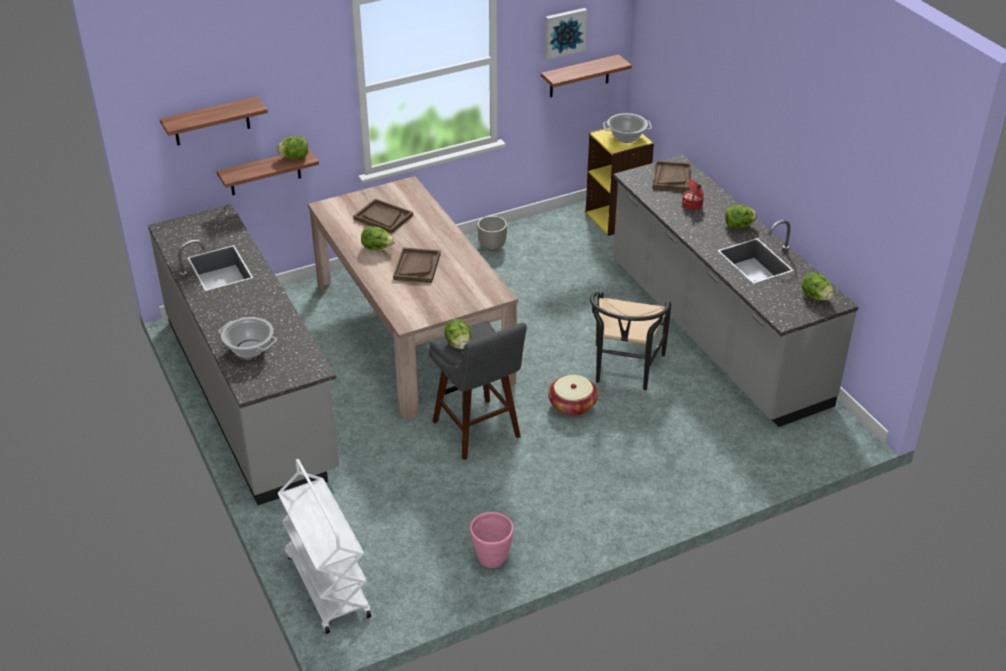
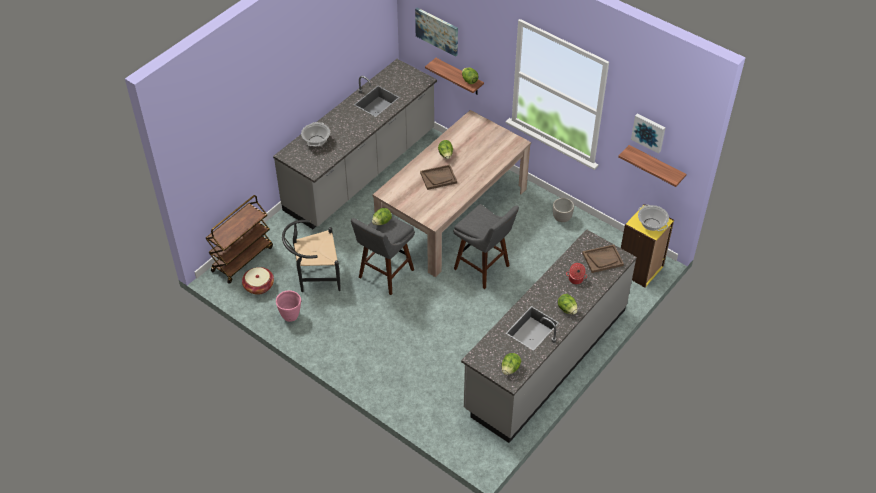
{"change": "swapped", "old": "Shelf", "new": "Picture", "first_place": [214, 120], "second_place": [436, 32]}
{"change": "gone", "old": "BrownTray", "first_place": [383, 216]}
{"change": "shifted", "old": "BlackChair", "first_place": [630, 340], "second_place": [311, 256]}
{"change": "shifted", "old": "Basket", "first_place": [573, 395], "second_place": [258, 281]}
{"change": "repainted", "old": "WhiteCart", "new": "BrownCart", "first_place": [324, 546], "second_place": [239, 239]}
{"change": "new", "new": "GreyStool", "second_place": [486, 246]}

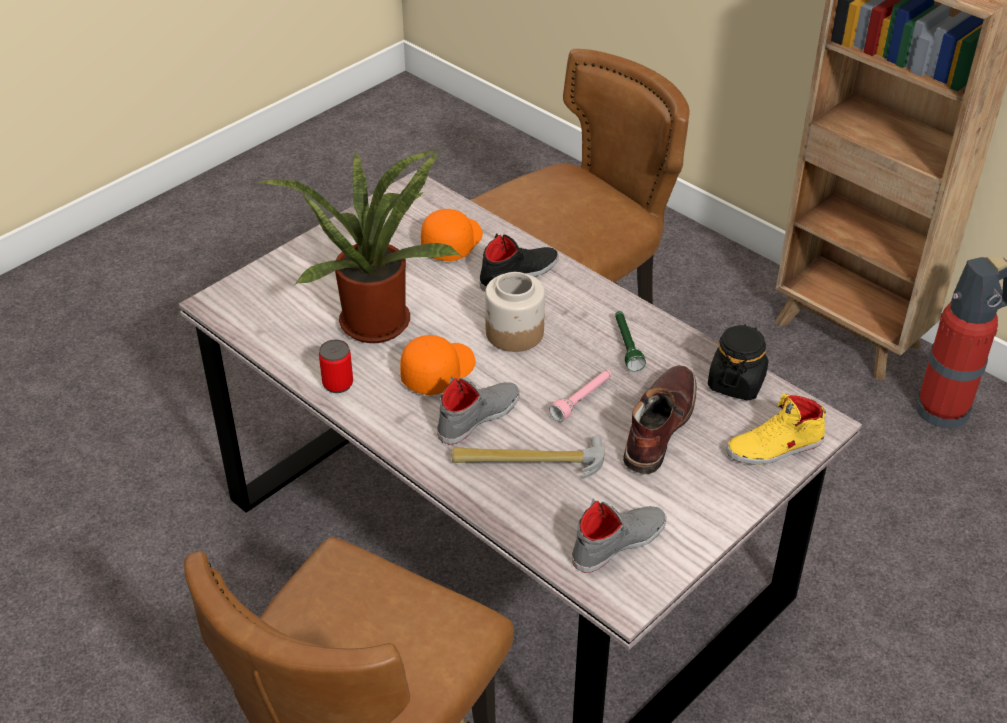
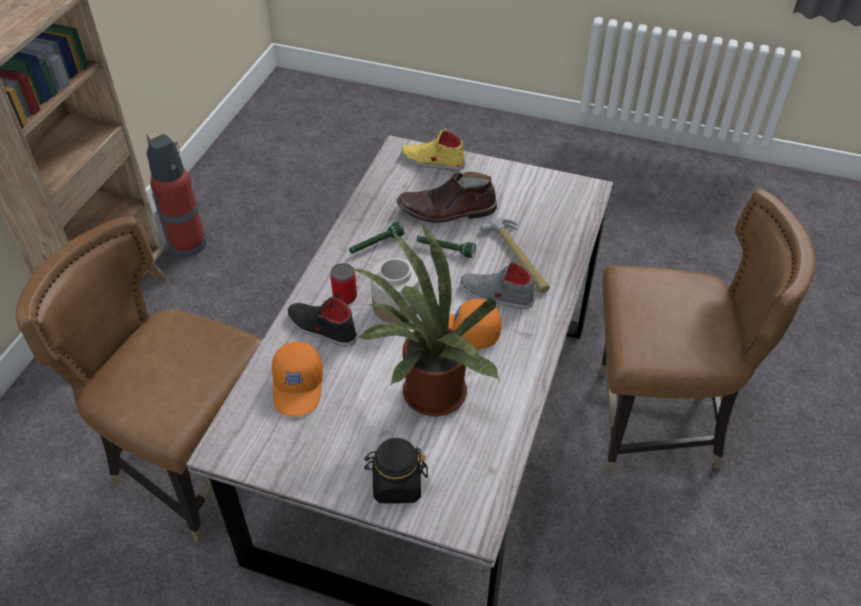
{"change": "rotated", "old": "OrangeCap", "first_place": [452, 235], "second_place": [297, 379], "degrees": -90}
{"change": "shifted", "old": "BlackJar", "first_place": [738, 362], "second_place": [396, 471]}
{"change": "shifted", "old": "Can", "first_place": [336, 366], "second_place": [343, 283]}
{"change": "repainted", "old": "PinkFlashlight", "new": "GreenFlashlight", "first_place": [580, 396], "second_place": [446, 247]}
{"change": "rotated", "old": "YellowShoe", "first_place": [776, 429], "second_place": [433, 149], "degrees": 150}
{"change": "gone", "old": "GreyShoe", "first_place": [619, 535]}

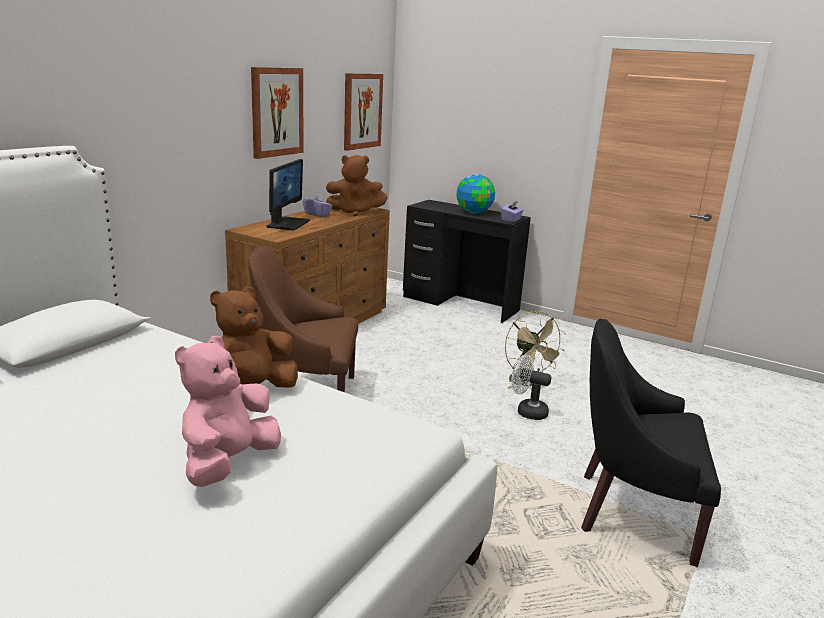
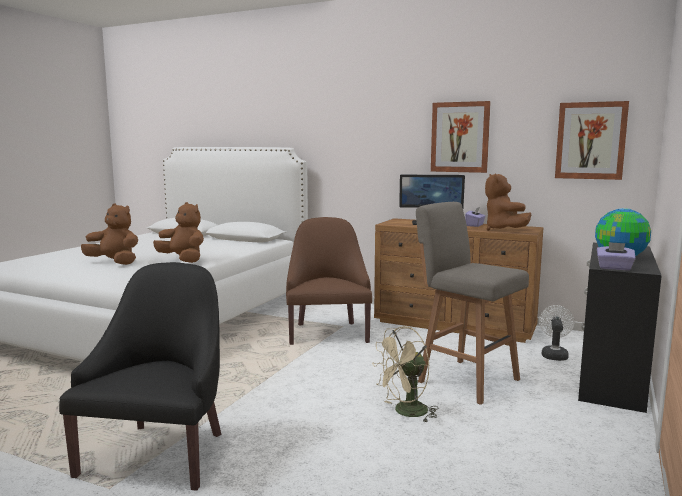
{"change": "repainted", "old": "PinkPlushToy", "new": "BrownPlushToy", "first_place": [228, 411], "second_place": [109, 234]}
{"change": "shifted", "old": "WhiteFan", "first_place": [531, 387], "second_place": [556, 333]}
{"change": "new", "new": "GreyStool", "second_place": [472, 303]}

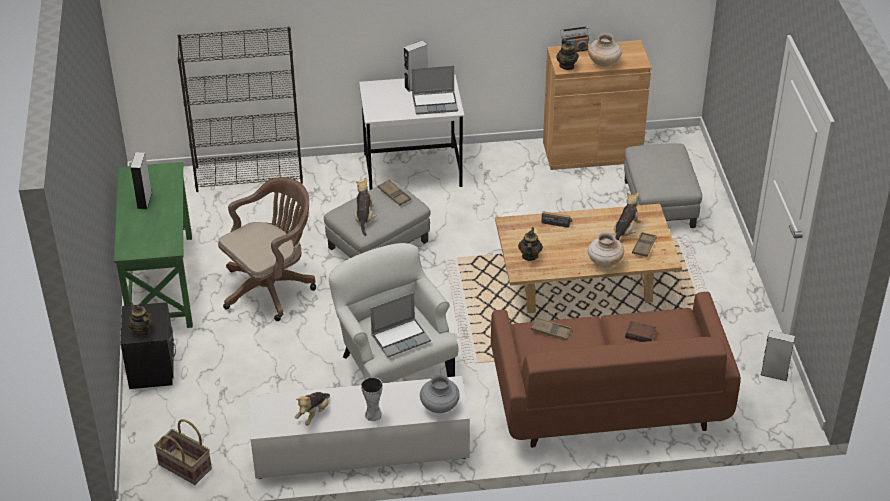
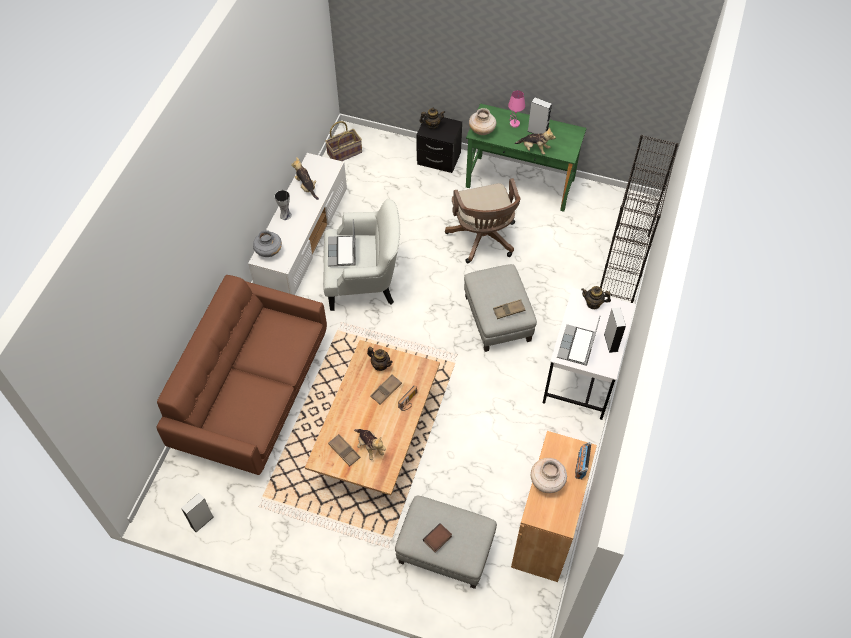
{"change": "shifted", "old": "Teapot", "first_place": [567, 54], "second_place": [596, 297]}
{"change": "shifted", "old": "PlushToy", "first_place": [366, 207], "second_place": [535, 141]}
{"change": "shifted", "old": "BeigeVase", "first_place": [606, 249], "second_place": [482, 121]}
{"change": "shifted", "old": "BrownTray", "first_place": [551, 328], "second_place": [386, 389]}
{"change": "shifted", "old": "Book", "first_place": [640, 331], "second_place": [437, 538]}
{"change": "new", "new": "PinkTableLamp", "second_place": [516, 109]}

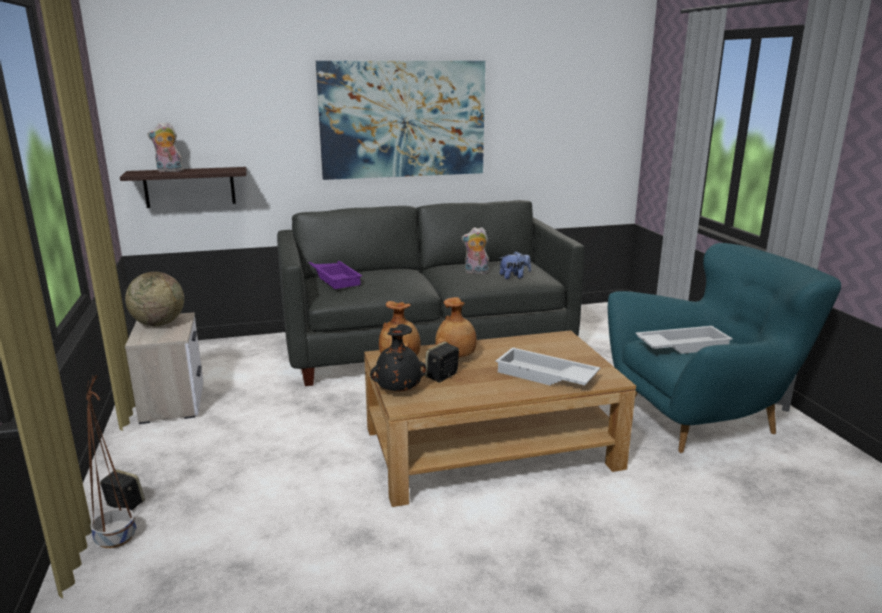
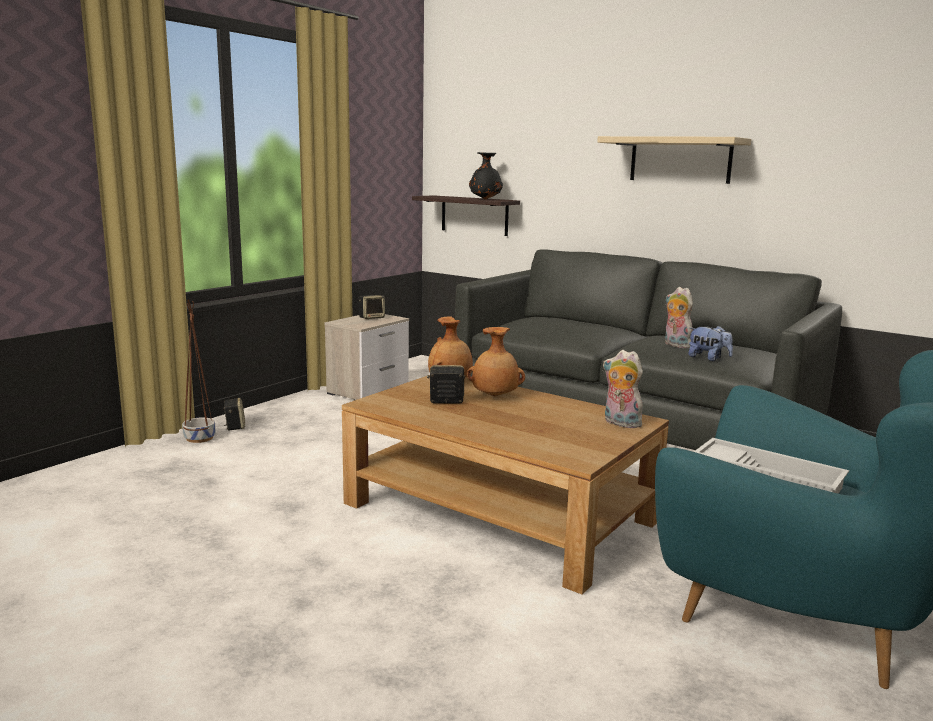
{"change": "swapped", "old": "Picture", "new": "BeigeShelf", "first_place": [400, 120], "second_place": [674, 160]}
{"change": "shifted", "old": "PlushToy", "first_place": [165, 147], "second_place": [623, 389]}
{"change": "gone", "old": "PurpleTray", "first_place": [335, 275]}
{"change": "swapped", "old": "Globe", "new": "Speaker", "first_place": [154, 299], "second_place": [372, 307]}
{"change": "shifted", "old": "BlackVase", "first_place": [398, 357], "second_place": [486, 175]}
{"change": "gone", "old": "WhiteTray", "first_place": [547, 366]}

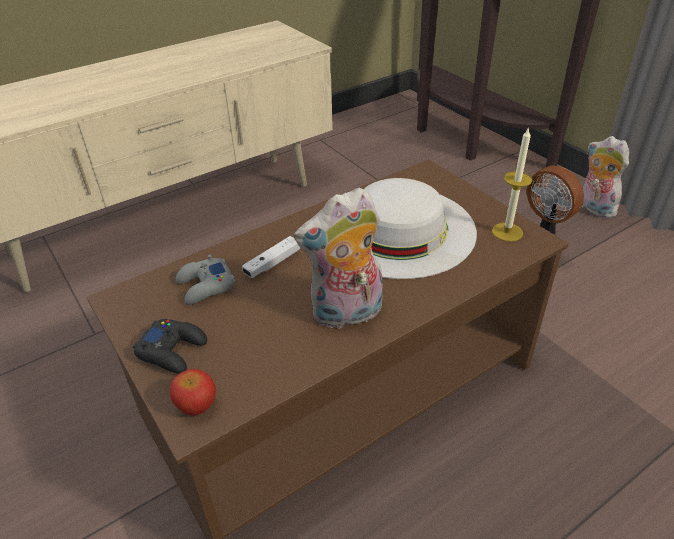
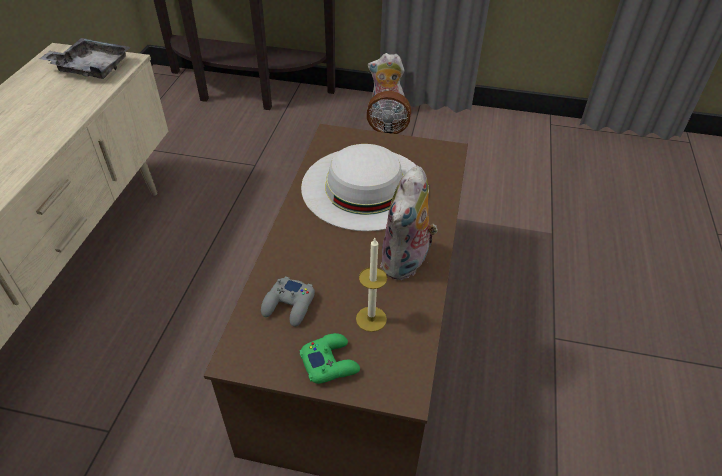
{"change": "shifted", "old": "Candle", "first_place": [512, 184], "second_place": [371, 285]}
{"change": "gone", "old": "WhiteGameController", "first_place": [271, 257]}
{"change": "repainted", "old": "BlackGameController", "new": "GreenGameController", "first_place": [170, 346], "second_place": [330, 358]}
{"change": "gone", "old": "Apple", "first_place": [193, 392]}
{"change": "new", "new": "GreyTray", "second_place": [84, 58]}

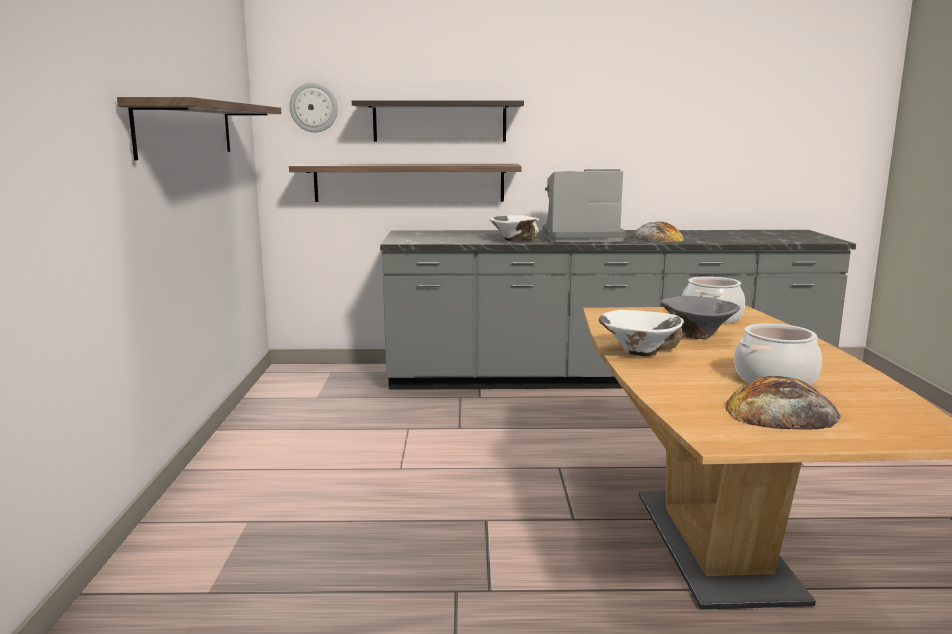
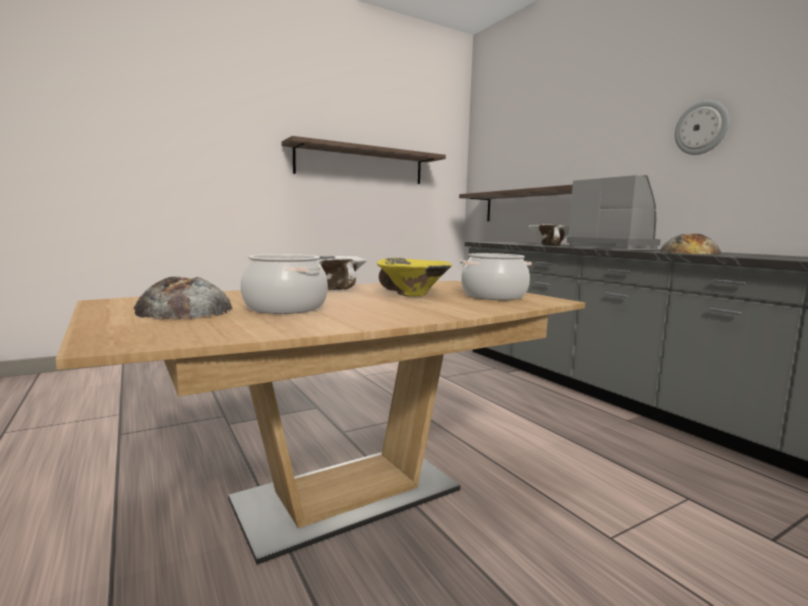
{"change": "shifted", "old": "WallClock", "first_place": [313, 107], "second_place": [702, 127]}
{"change": "gone", "old": "Shelf", "first_place": [438, 121]}
{"change": "repainted", "old": "GreyBowl", "new": "YellowBowl", "first_place": [700, 317], "second_place": [414, 277]}

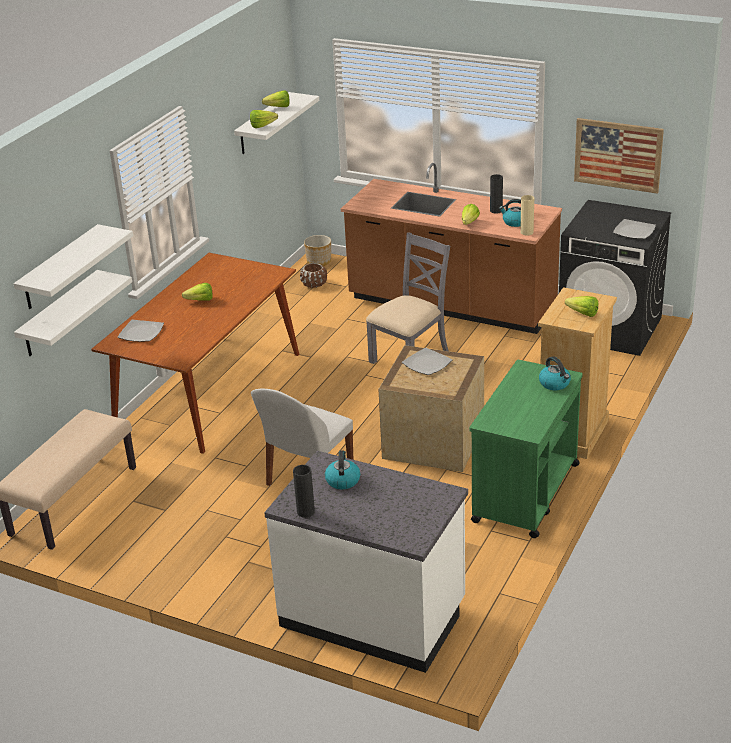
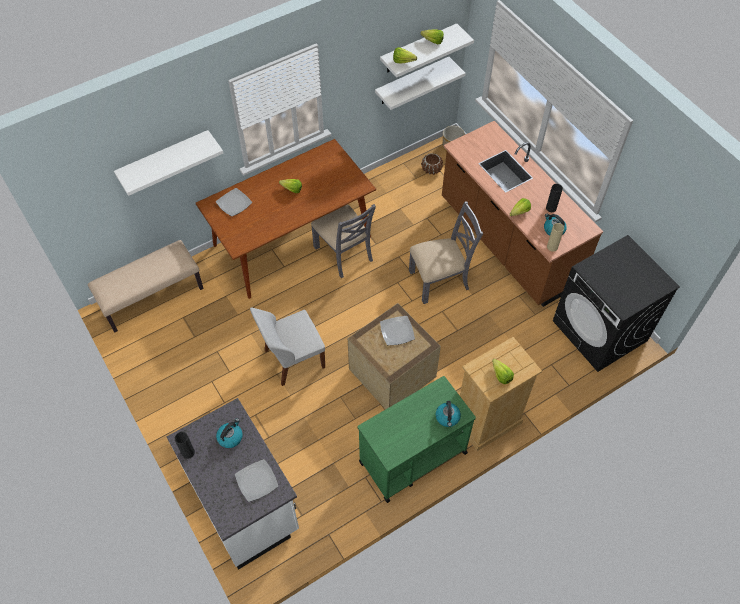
{"change": "gone", "old": "Picture", "first_place": [619, 156]}
{"change": "shifted", "old": "Plate", "first_place": [634, 229], "second_place": [256, 480]}
{"change": "shifted", "old": "WhiteShelf", "first_place": [73, 313], "second_place": [420, 83]}
{"change": "new", "new": "GreyChair", "second_place": [343, 241]}

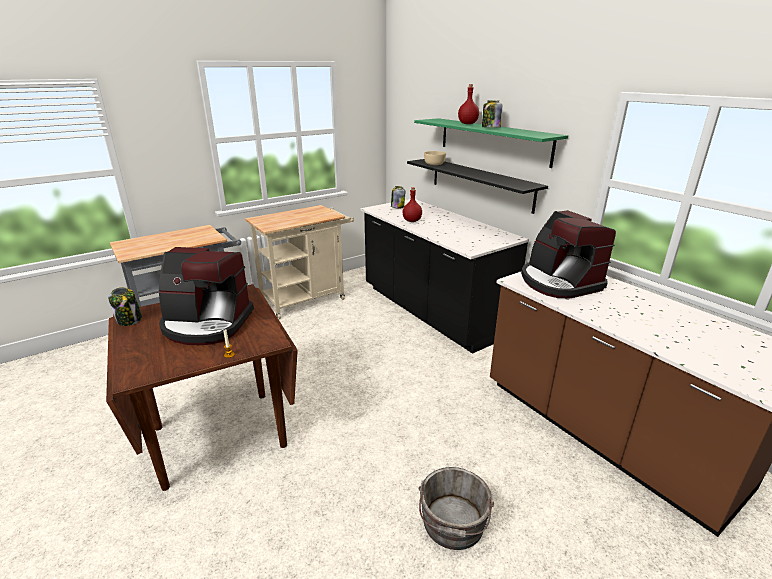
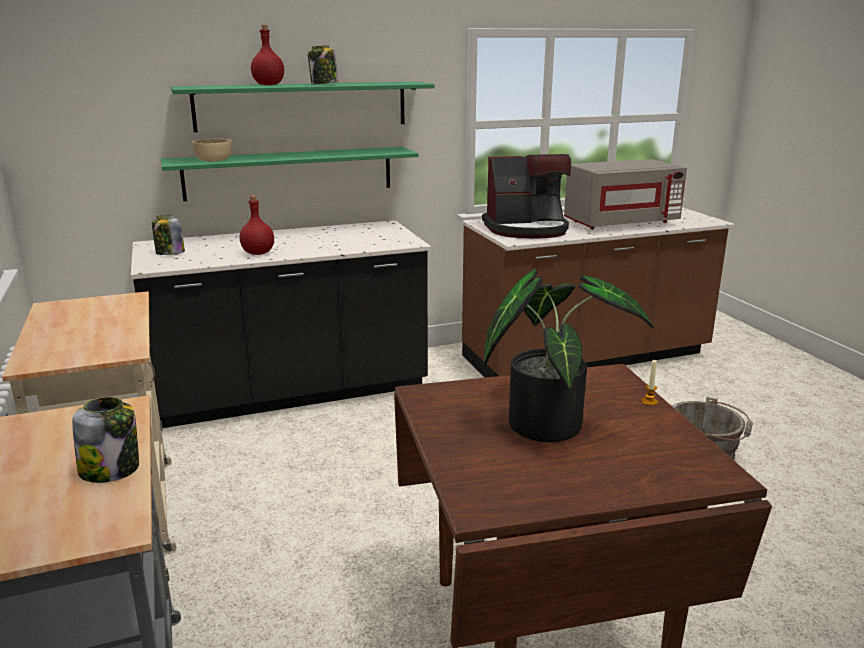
{"change": "repainted", "old": "BlackShelf", "new": "GreenShelf", "first_place": [477, 186], "second_place": [289, 174]}
{"change": "swapped", "old": "CoffeeMachine", "new": "PottedPlant", "first_place": [206, 296], "second_place": [568, 355]}
{"change": "shifted", "old": "Jar", "first_place": [125, 306], "second_place": [105, 440]}
{"change": "new", "new": "GreyMicrowave", "second_place": [625, 194]}

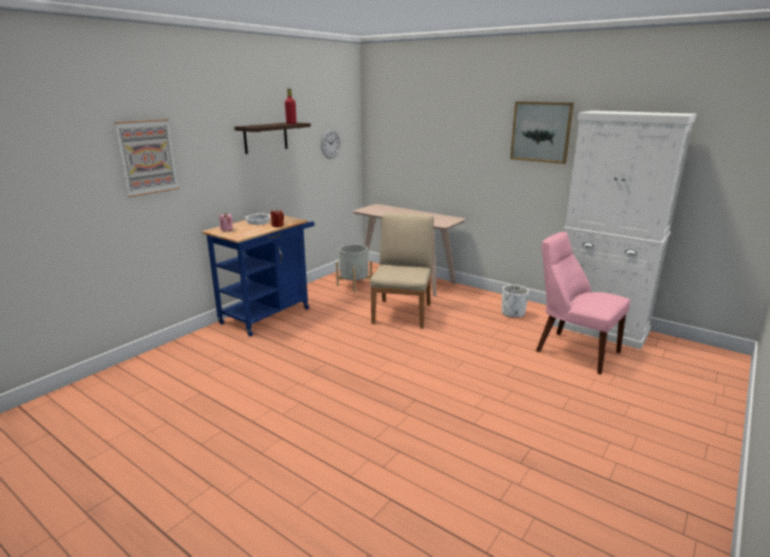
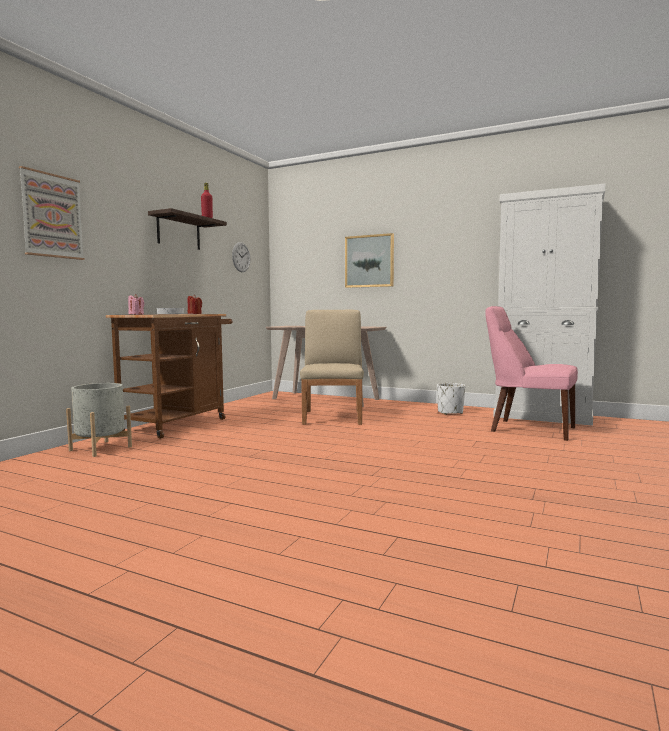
{"change": "shifted", "old": "Picture", "first_place": [542, 132], "second_place": [369, 260]}
{"change": "repainted", "old": "BlueCart", "new": "BrownCart", "first_place": [258, 275], "second_place": [169, 376]}
{"change": "shifted", "old": "GreyPlanter", "first_place": [354, 268], "second_place": [99, 420]}

